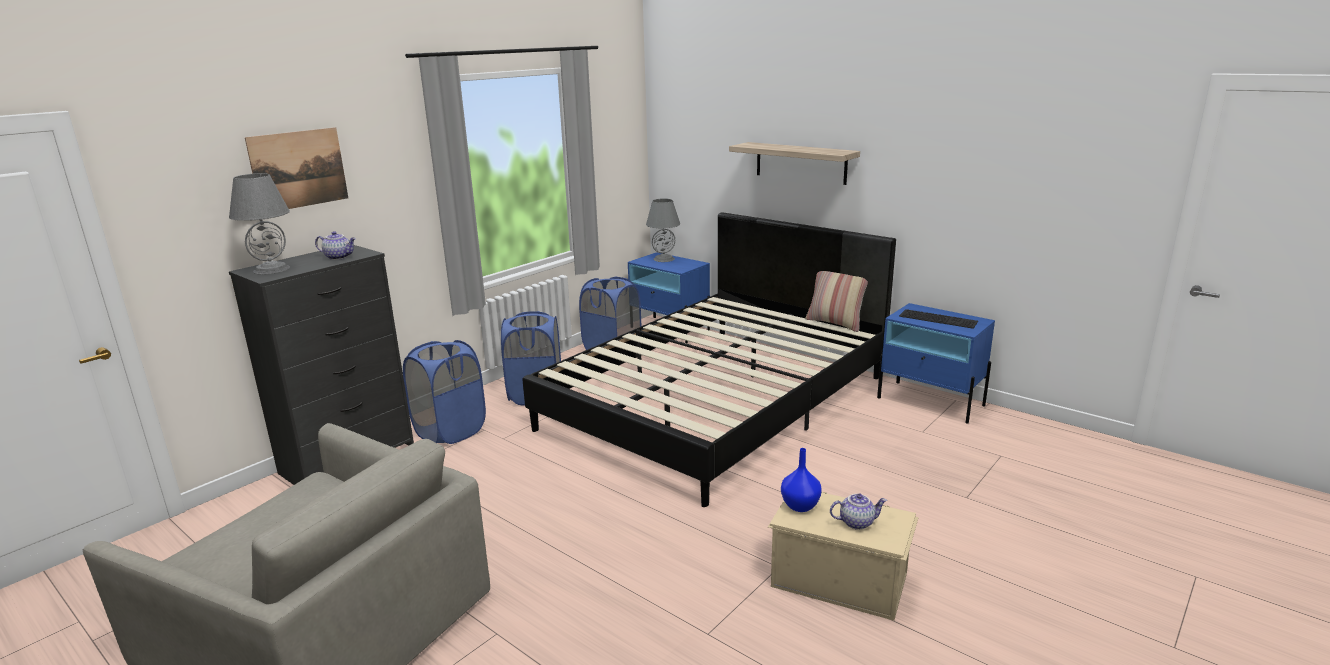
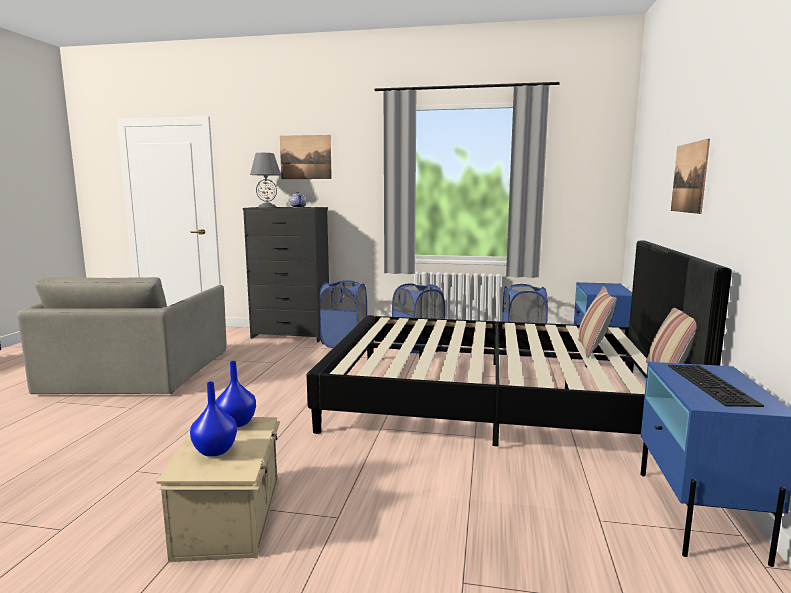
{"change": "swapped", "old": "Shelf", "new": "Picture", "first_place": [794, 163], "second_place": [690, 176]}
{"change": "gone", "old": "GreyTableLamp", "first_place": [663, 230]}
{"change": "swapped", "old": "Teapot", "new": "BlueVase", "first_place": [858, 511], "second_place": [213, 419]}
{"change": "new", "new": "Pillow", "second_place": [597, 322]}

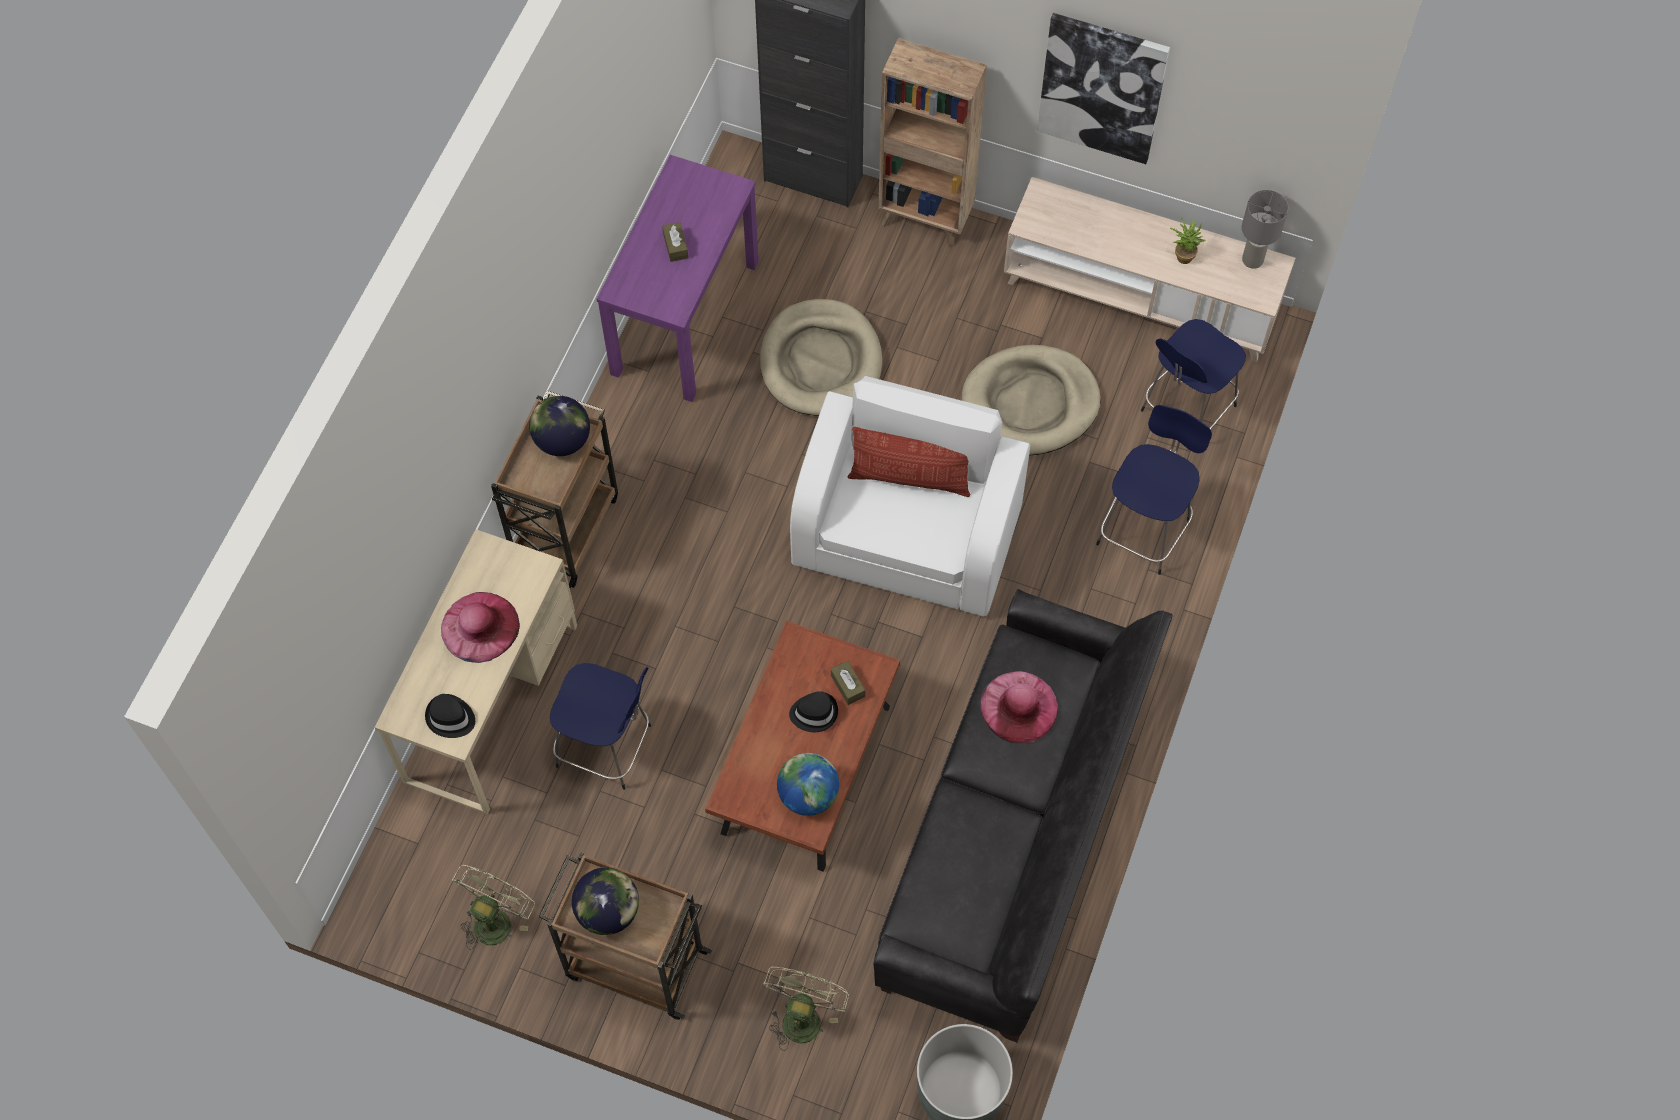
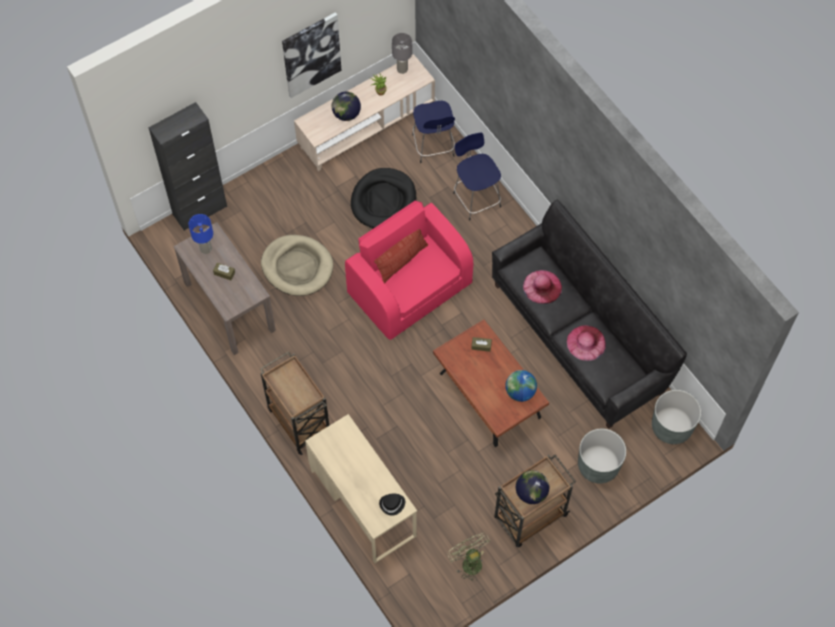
{"change": "gone", "old": "BrownBookcase", "first_place": [932, 142]}
{"change": "repainted", "old": "PurpleConsoleTable", "new": "BrownConsoleTable", "first_place": [677, 278], "second_place": [224, 288]}
{"change": "repainted", "old": "BeigeDogBed", "new": "BlackDogBed", "first_place": [1031, 400], "second_place": [383, 198]}
{"change": "repainted", "old": "WhiteArmchair", "new": "PinkArmchair", "first_place": [910, 496], "second_place": [409, 270]}
{"change": "shifted", "old": "Globe", "first_place": [559, 426], "second_place": [346, 106]}
{"change": "shifted", "old": "PinkHat", "first_place": [480, 627], "second_place": [586, 343]}
{"change": "gone", "old": "BlueStool", "first_place": [600, 726]}
{"change": "gone", "old": "BlackHat", "first_place": [813, 711]}
{"change": "swapped", "old": "GreenFan", "new": "GreyPlanter", "first_place": [806, 1009], "second_place": [602, 456]}
{"change": "new", "new": "BlueTableLamp", "second_place": [200, 234]}

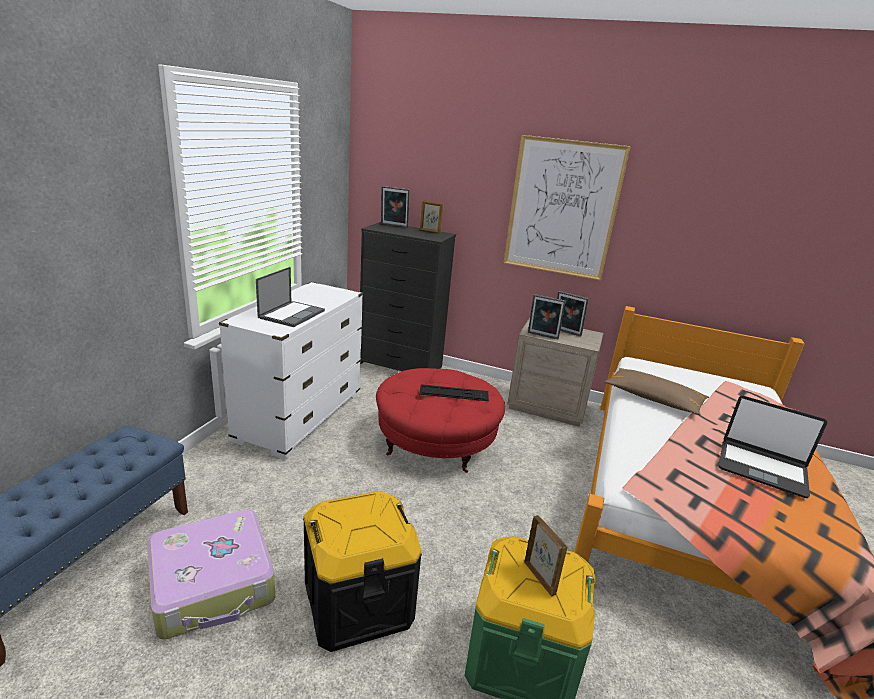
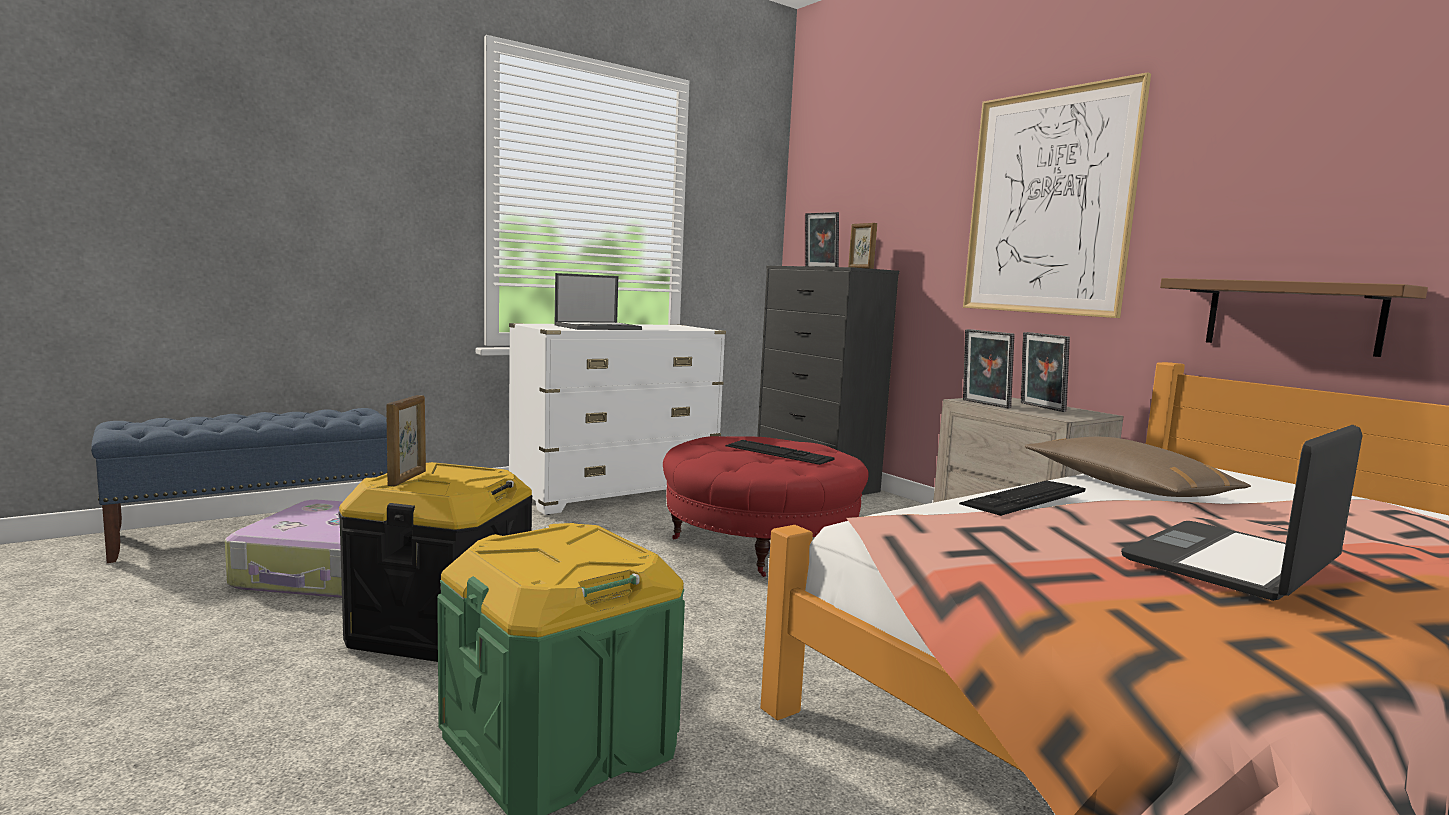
{"change": "rotated", "old": "Laptop", "first_place": [773, 447], "second_place": [1242, 513], "degrees": 75}
{"change": "shifted", "old": "PictureFrame", "first_place": [545, 556], "second_place": [406, 440]}
{"change": "new", "new": "BrownShelf", "second_place": [1294, 317]}
{"change": "new", "new": "Keyboard", "second_place": [1022, 498]}

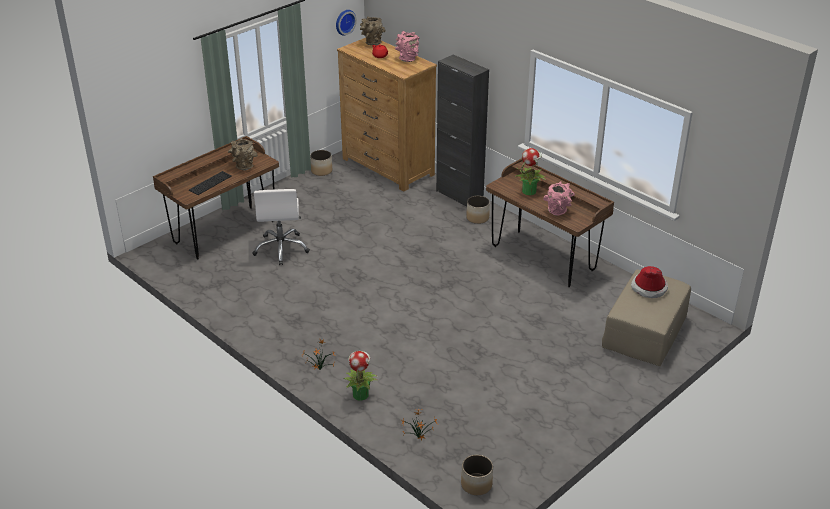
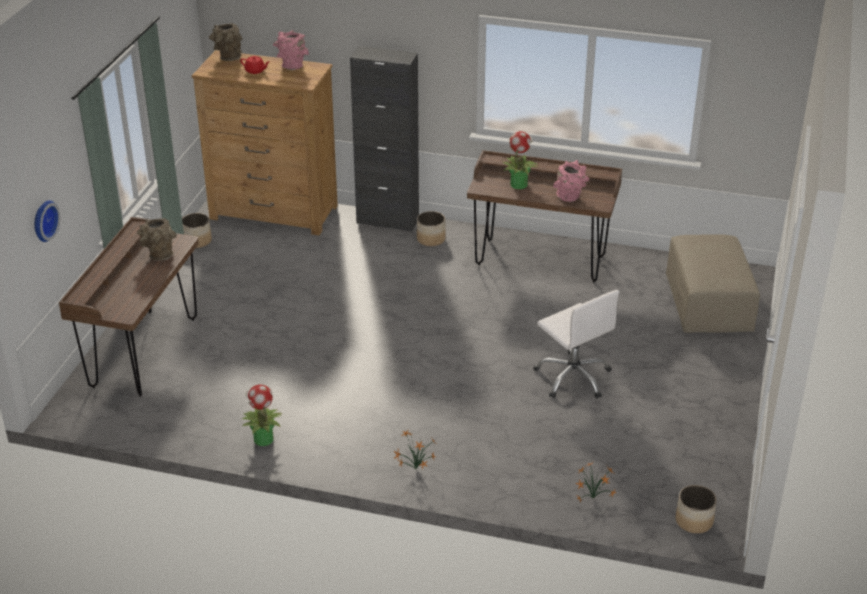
{"change": "shifted", "old": "WallClock", "first_place": [346, 23], "second_place": [47, 221]}
{"change": "gone", "old": "Keyboard", "first_place": [210, 183]}
{"change": "shifted", "old": "WhiteOfficeChair", "first_place": [281, 227], "second_place": [576, 344]}
{"change": "gone", "old": "Hat", "first_place": [649, 282]}
{"change": "shifted", "old": "PottedPlant", "first_place": [360, 376], "second_place": [262, 415]}

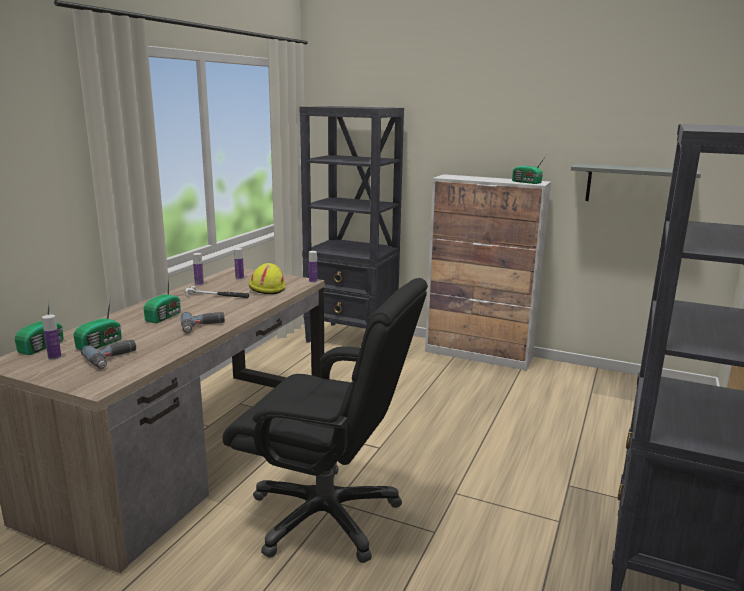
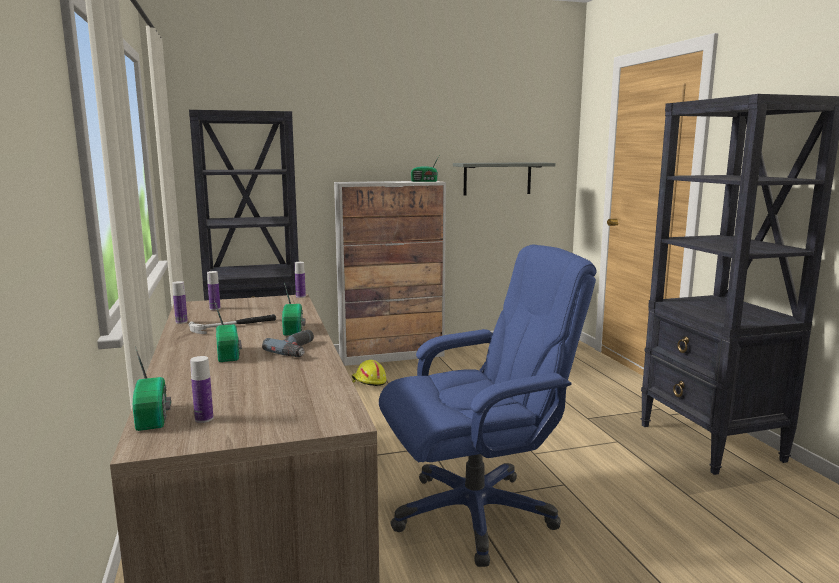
{"change": "shifted", "old": "YellowHardHat", "first_place": [267, 278], "second_place": [369, 373]}
{"change": "repainted", "old": "BlackOfficeChair", "new": "BlueOfficeChair", "first_place": [325, 420], "second_place": [488, 405]}
{"change": "shifted", "old": "Radio", "first_place": [97, 323], "second_place": [294, 309]}
{"change": "gone", "old": "PowerDrill", "first_place": [108, 354]}

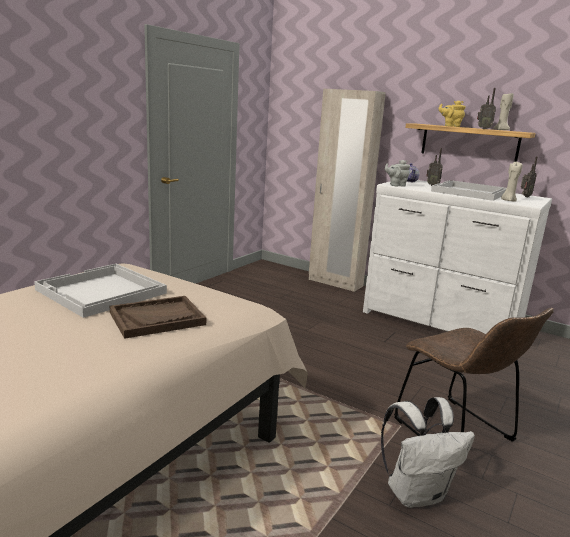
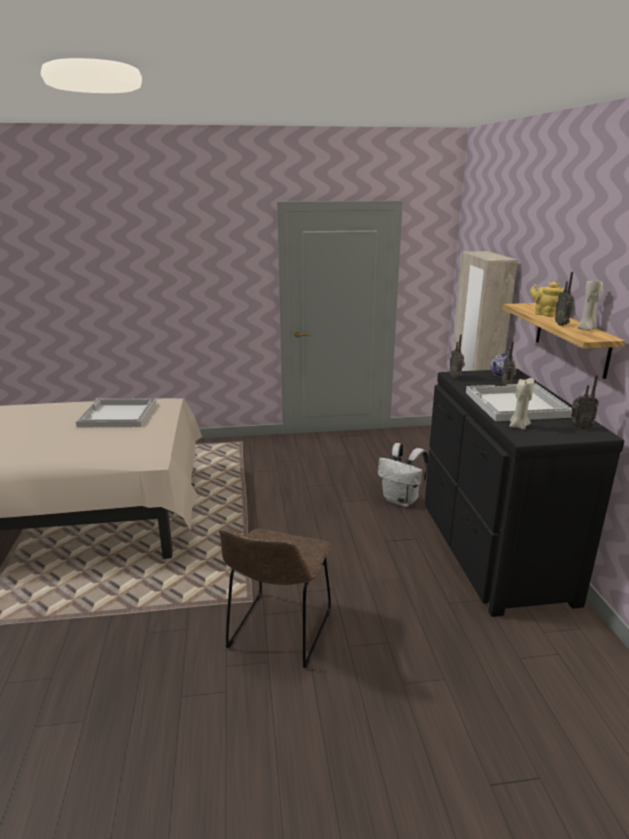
{"change": "swapped", "old": "GreyTeapot", "new": "Radio", "first_place": [397, 173], "second_place": [457, 356]}
{"change": "repainted", "old": "WhiteDresser", "new": "BlackDresser", "first_place": [457, 257], "second_place": [524, 493]}
{"change": "gone", "old": "BrownTray", "first_place": [158, 317]}
{"change": "shifted", "old": "WhiteBackpack", "first_place": [428, 452], "second_place": [403, 475]}

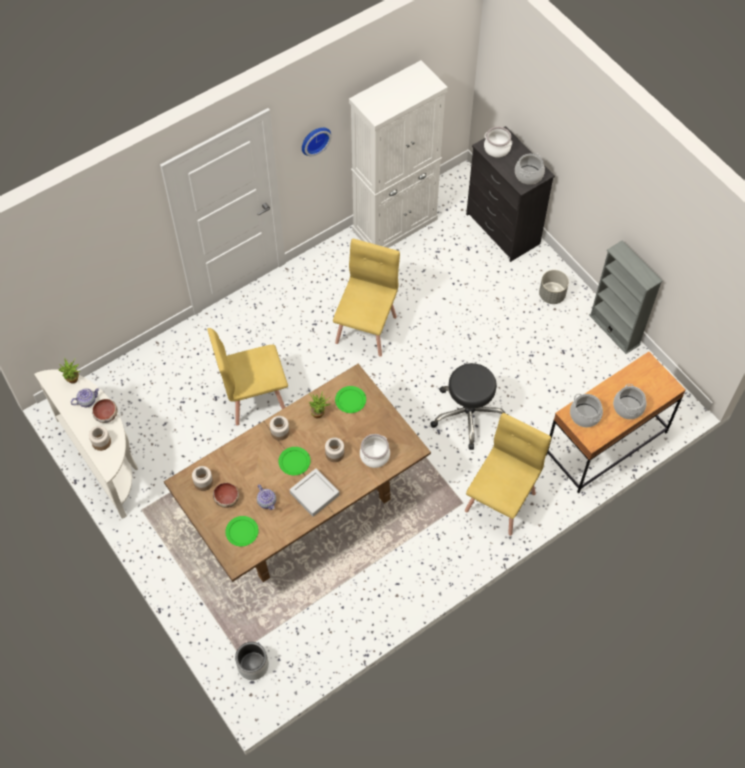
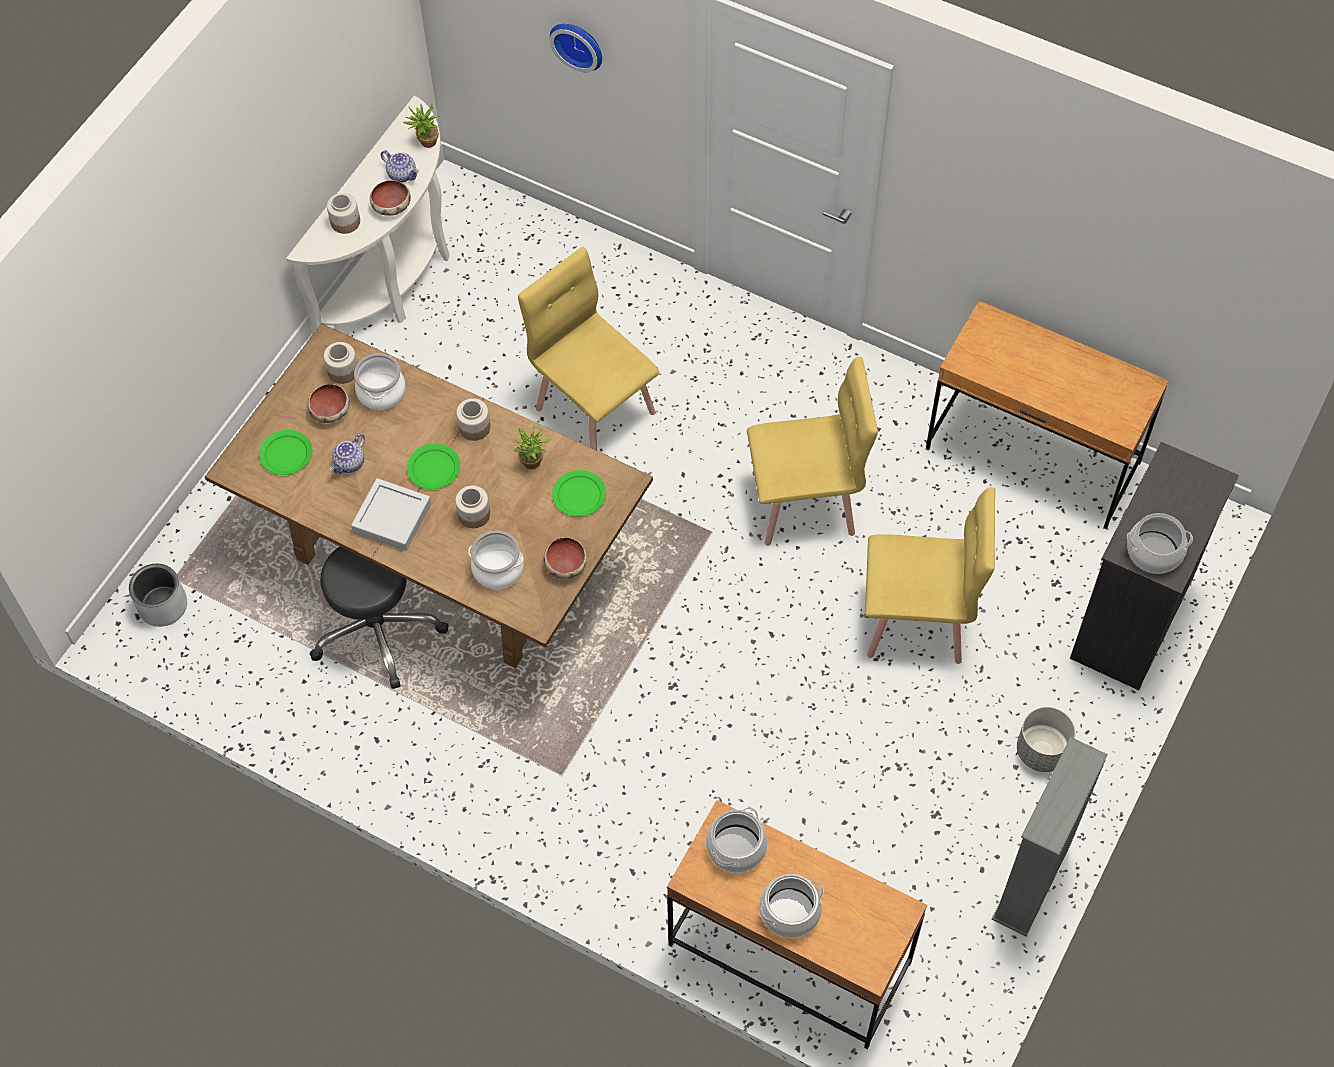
{"change": "swapped", "old": "WhiteCabinet", "new": "BrownDesk", "first_place": [398, 154], "second_place": [1047, 415]}
{"change": "shifted", "old": "CookingPot", "first_place": [498, 142], "second_place": [380, 381]}
{"change": "shifted", "old": "WallClock", "first_place": [316, 142], "second_place": [576, 48]}
{"change": "shifted", "old": "BlackStool", "first_place": [467, 406], "second_place": [379, 618]}
{"change": "shifted", "old": "YellowChair", "first_place": [508, 474], "second_place": [930, 575]}
{"change": "new", "new": "Bowl", "second_place": [565, 558]}

